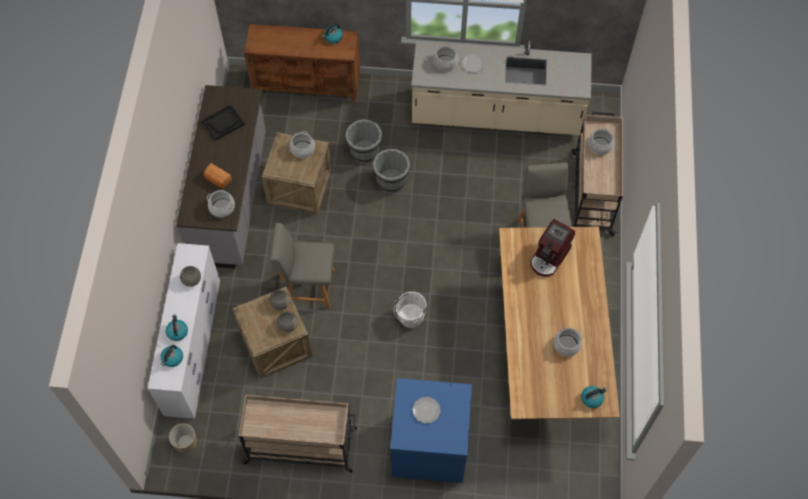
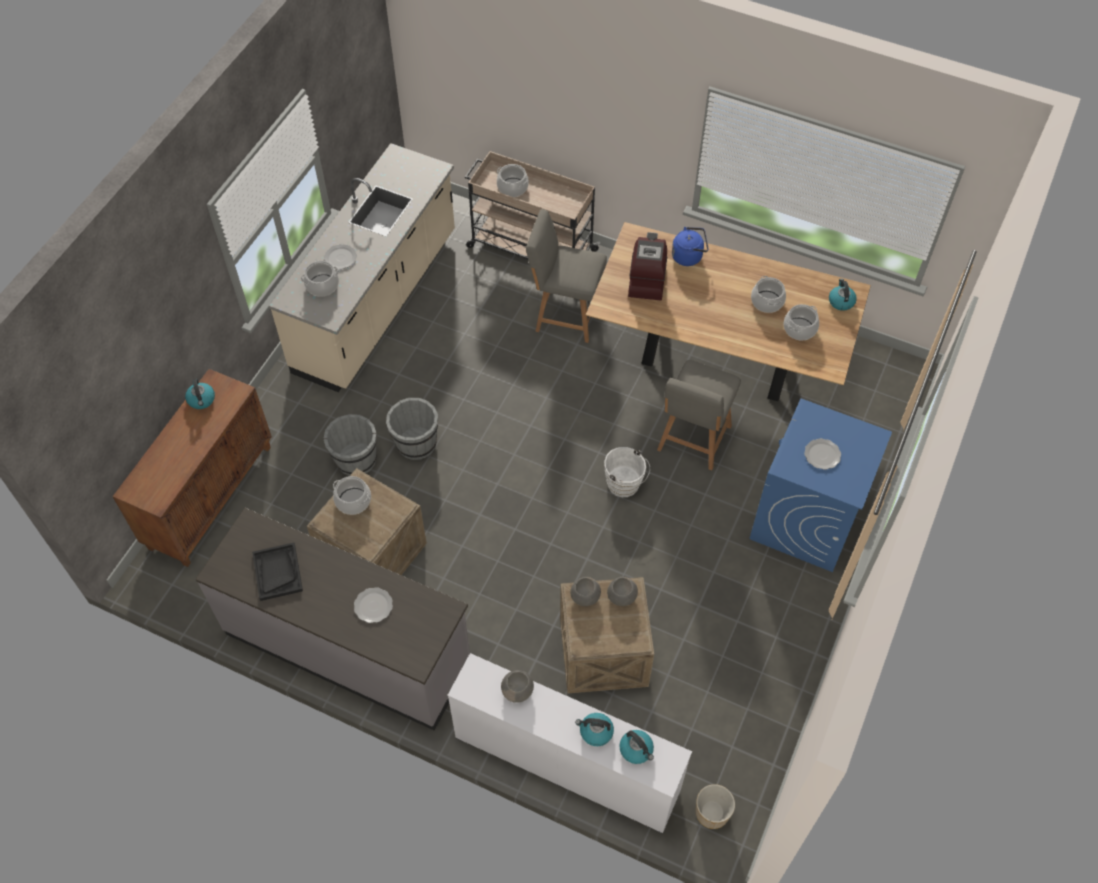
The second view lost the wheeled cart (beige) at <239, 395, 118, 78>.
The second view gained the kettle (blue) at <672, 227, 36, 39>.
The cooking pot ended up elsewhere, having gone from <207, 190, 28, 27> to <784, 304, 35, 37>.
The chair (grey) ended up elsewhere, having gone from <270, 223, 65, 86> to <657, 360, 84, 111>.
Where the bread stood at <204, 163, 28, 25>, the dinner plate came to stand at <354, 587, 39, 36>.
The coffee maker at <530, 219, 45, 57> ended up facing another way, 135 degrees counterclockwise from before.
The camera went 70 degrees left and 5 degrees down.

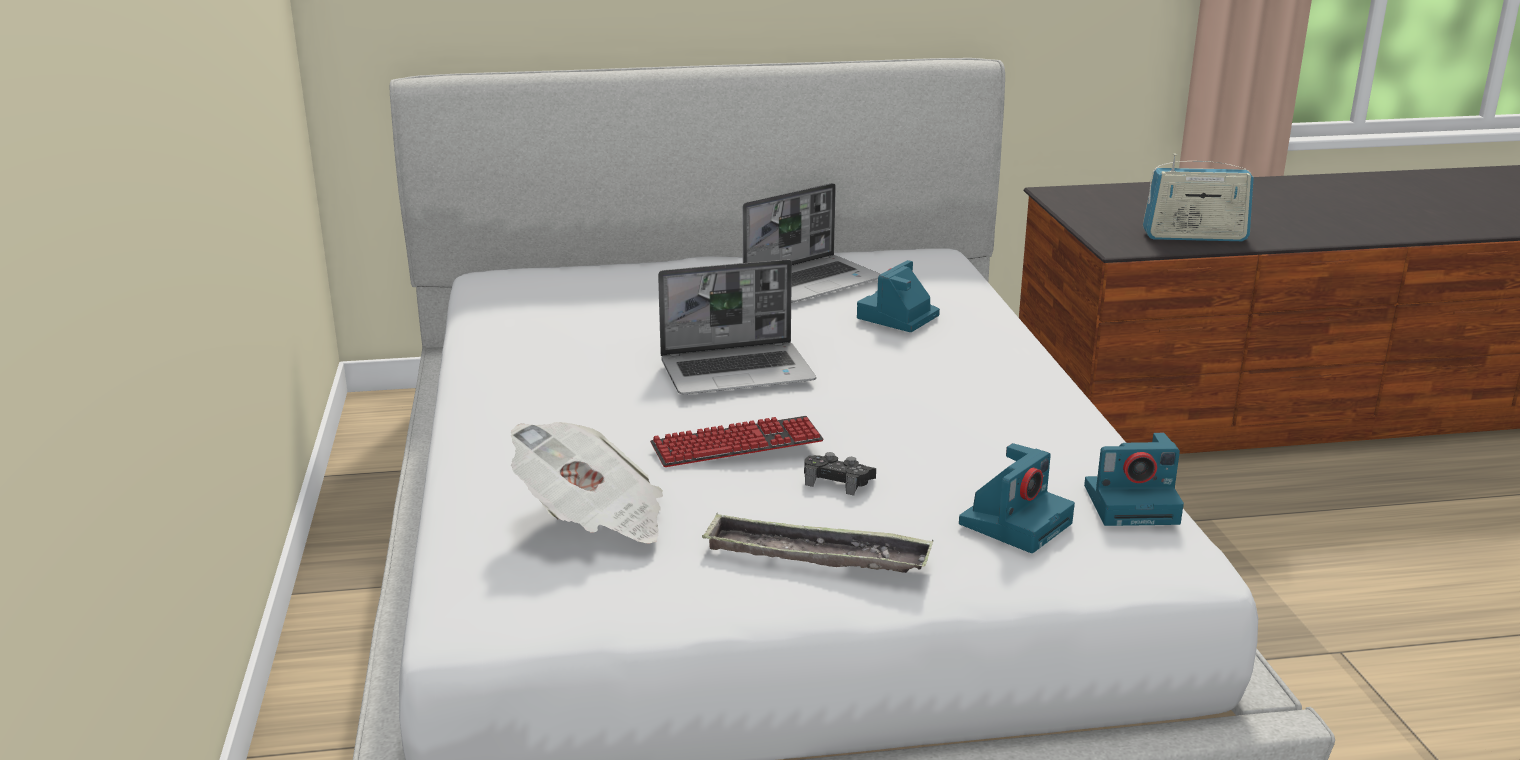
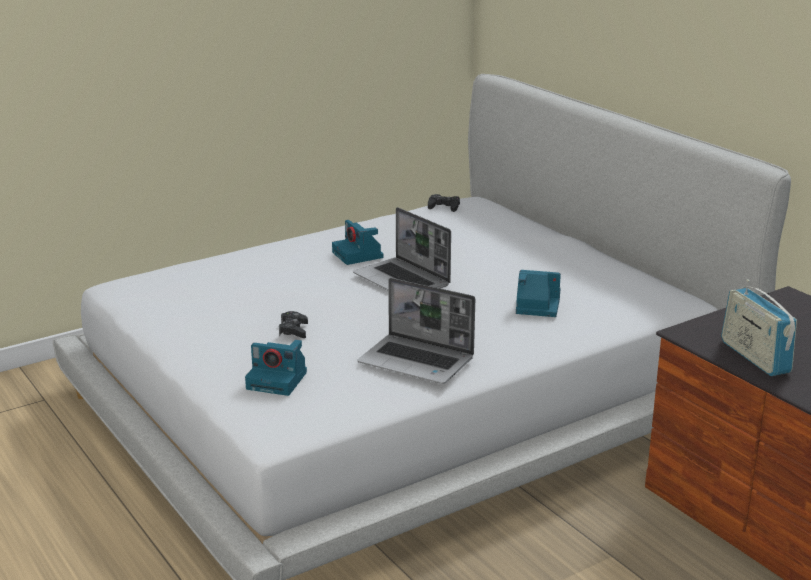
The second view lost the daily paper at <511, 422, 152, 121>.
The second view lost the computer keyboard at <650, 416, 174, 51>.
The second view lost the tray at <702, 513, 231, 60>.
The second view gained the gamepad (black) at <428, 194, 32, 18>.
The portable computer ended up elsewhere, having gone from <743, 183, 137, 120> to <358, 278, 117, 106>.
The photo camera ended up elsewhere, having gone from <1084, 433, 100, 93> to <332, 220, 51, 45>.
The camera went 65 degrees right and 0 degrees up.

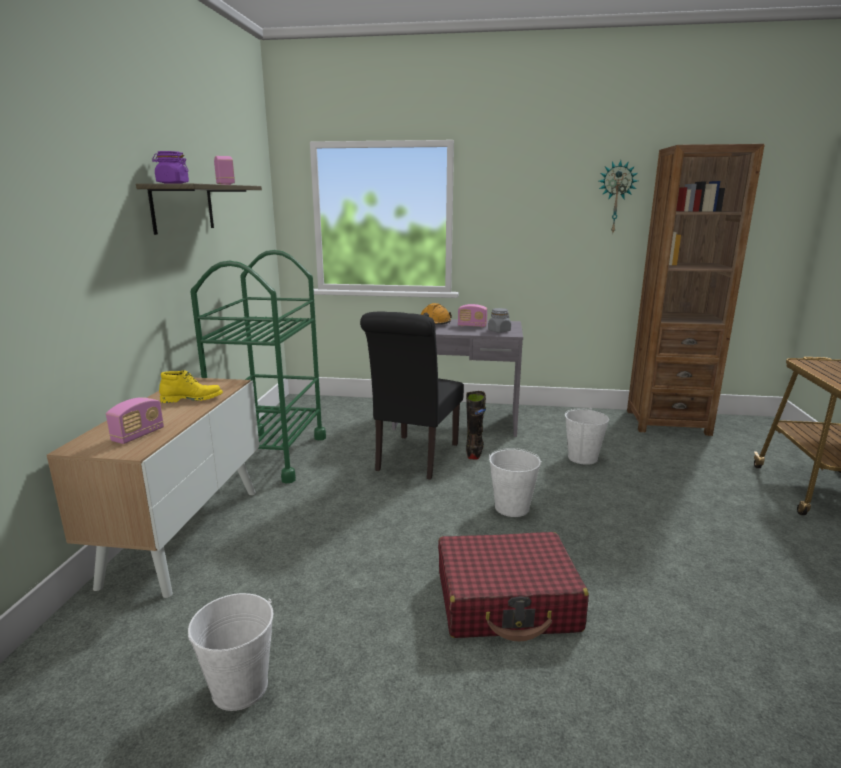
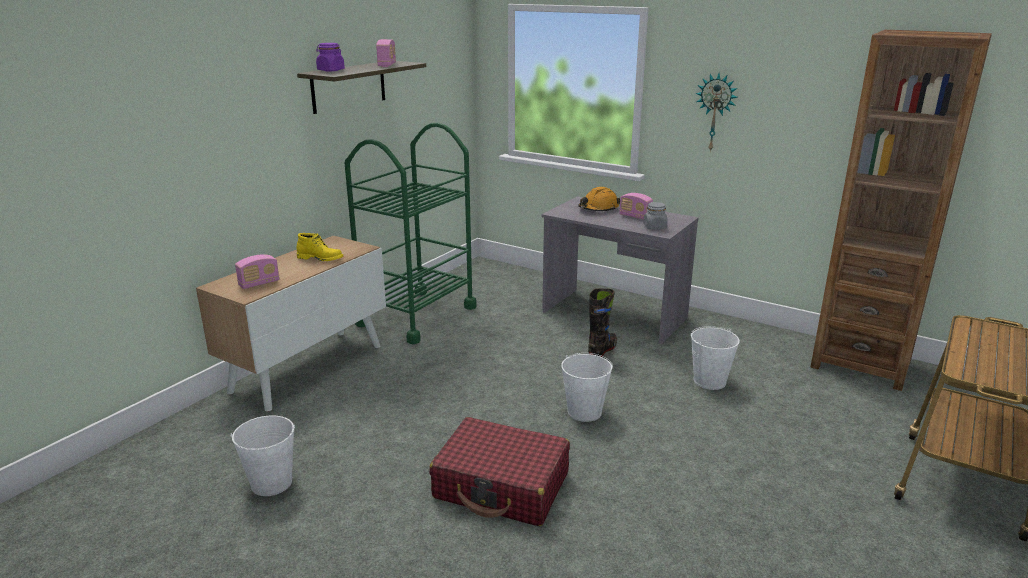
The second view lost the chair (black) at <360, 312, 104, 168>.
The clock on the wall ended up elsewhere, having gone from <599, 160, 39, 72> to <695, 73, 43, 79>.
The camera went 25 degrees right and 5 degrees up.

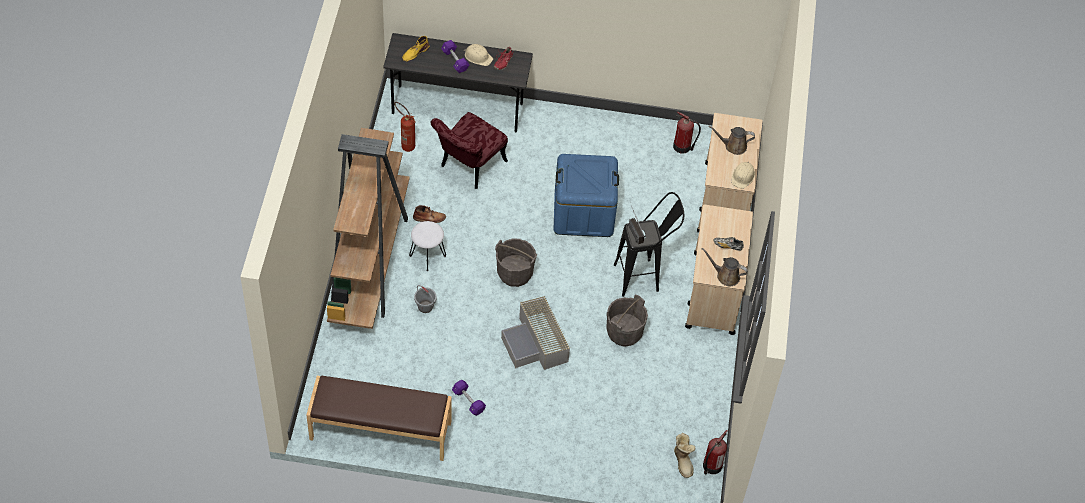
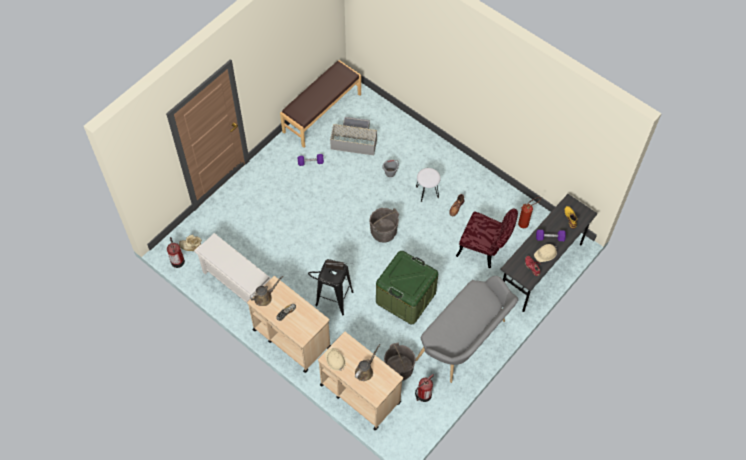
The second view lost the shelving unit (brown-coloured) at <327, 128, 83, 201>.
The second view gained the shoe rack (white) at <194, 233, 77, 70>.
The second view gained the long seat (grey) at <416, 276, 102, 107>.
The storage container (grey) ended up elsewhere, having gone from <501, 296, 70, 74> to <330, 117, 47, 38>.
The bucket (grey) ended up elsewhere, having gone from <606, 295, 42, 51> to <384, 343, 32, 38>.
What was the storage container (blue) at <554, 154, 65, 83> turned into the storage container (greenish) at <376, 251, 62, 73>.
The chair (red) at <430, 112, 78, 77> ended up facing another way, 135 degrees clockwise from before.
The camera went 125 degrees right and 5 degrees up.

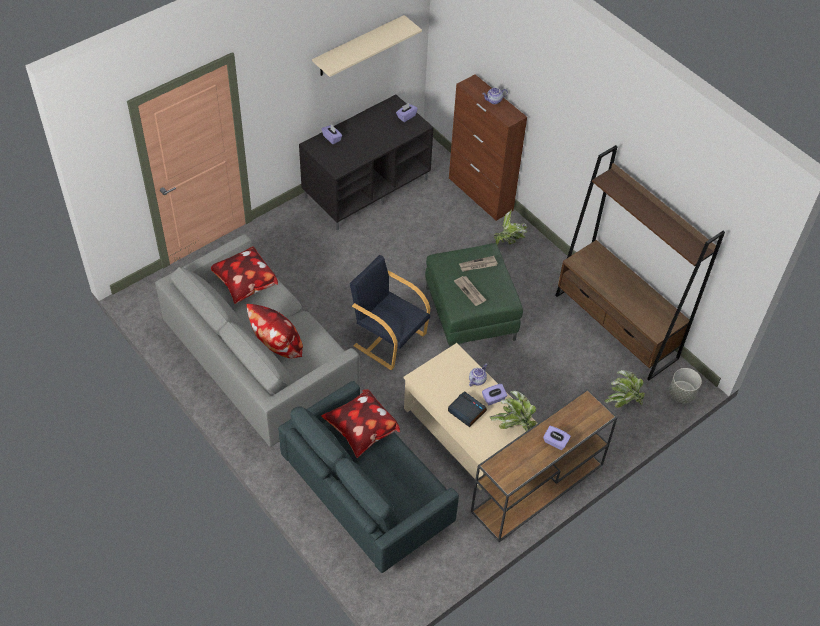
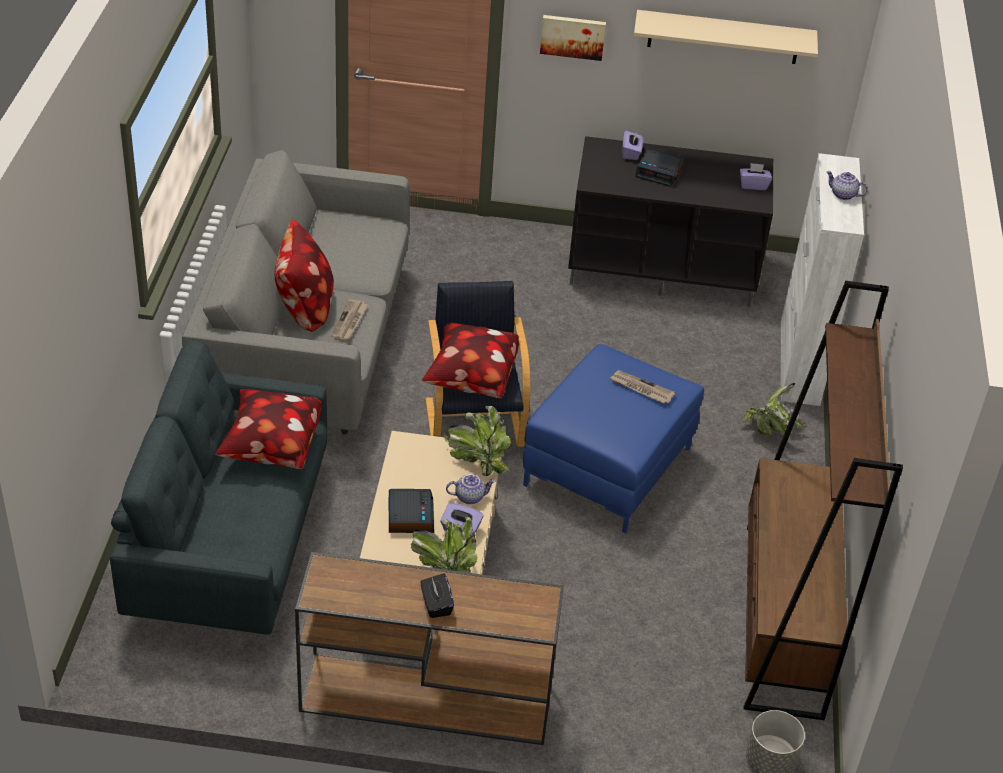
The second view gained the wall art at <540, 15, 66, 46>.
The second view gained the table clock at <635, 149, 49, 38>.
The pillow ended up elsewhere, having gone from <211, 247, 67, 57> to <422, 323, 97, 75>.
The daily paper ended up elsewhere, having gone from <454, 276, 32, 30> to <331, 299, 37, 42>.
The plant in a pot ended up elsewhere, having gone from <604, 370, 41, 38> to <444, 406, 67, 70>.
What was the pouffe (greenish) at <425, 243, 98, 104> turned into the pouffe (blue) at <523, 344, 181, 189>.
What was the cabinet (brown-coloured) at <449, 75, 78, 146> turned into the cabinet (white) at <781, 153, 83, 253>.
What was the tissue box (purple) at <543, 426, 28, 24> turned into the tissue box (black) at <420, 573, 34, 45>.
The camera went 45 degrees right and 10 degrees down.

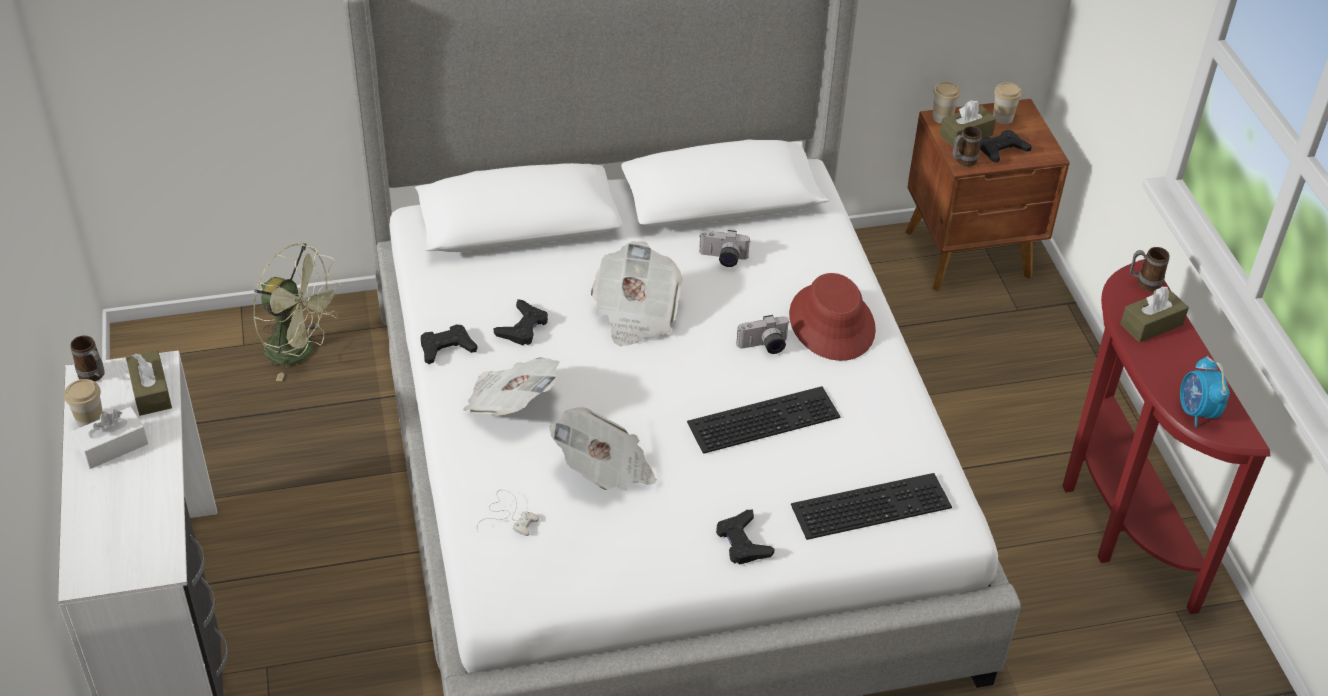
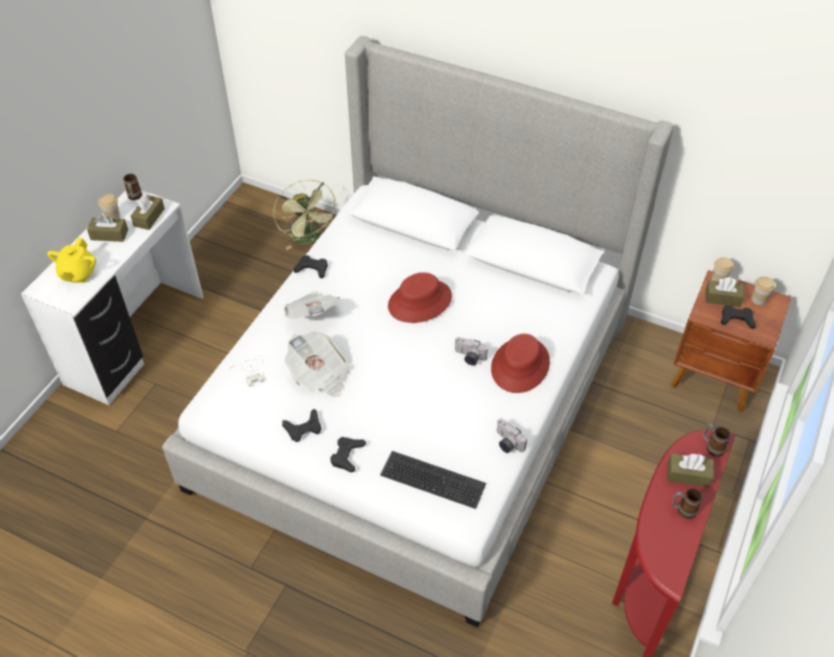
The second view lost the computer keyboard at <687, 386, 153, 68>.
The second view lost the table clock at <1180, 356, 50, 71>.
The second view gained the tea pot (yellow-coloured) at <47, 238, 49, 45>.
The gamepad (black) ended up elsewhere, having gone from <494, 299, 54, 46> to <282, 409, 40, 33>.
The photo camera ended up elsewhere, having gone from <699, 230, 51, 37> to <497, 418, 30, 35>.
The mug ended up elsewhere, having gone from <952, 126, 30, 41> to <672, 488, 31, 31>.
Where the daily paper stood at <591, 241, 92, 105>, the clothing hat (red) came to stand at <388, 272, 64, 51>.
What was the tissue box (white) at <72, 407, 76, 62> turned into the tissue box (brown-coloured) at <87, 215, 41, 27>.
The camera went 40 degrees right and 5 degrees up.

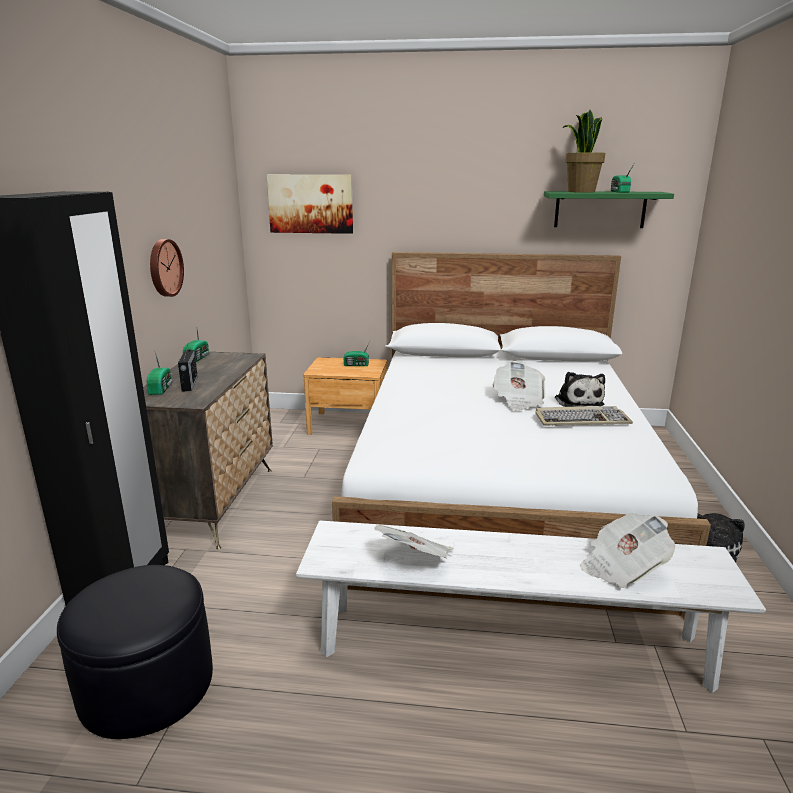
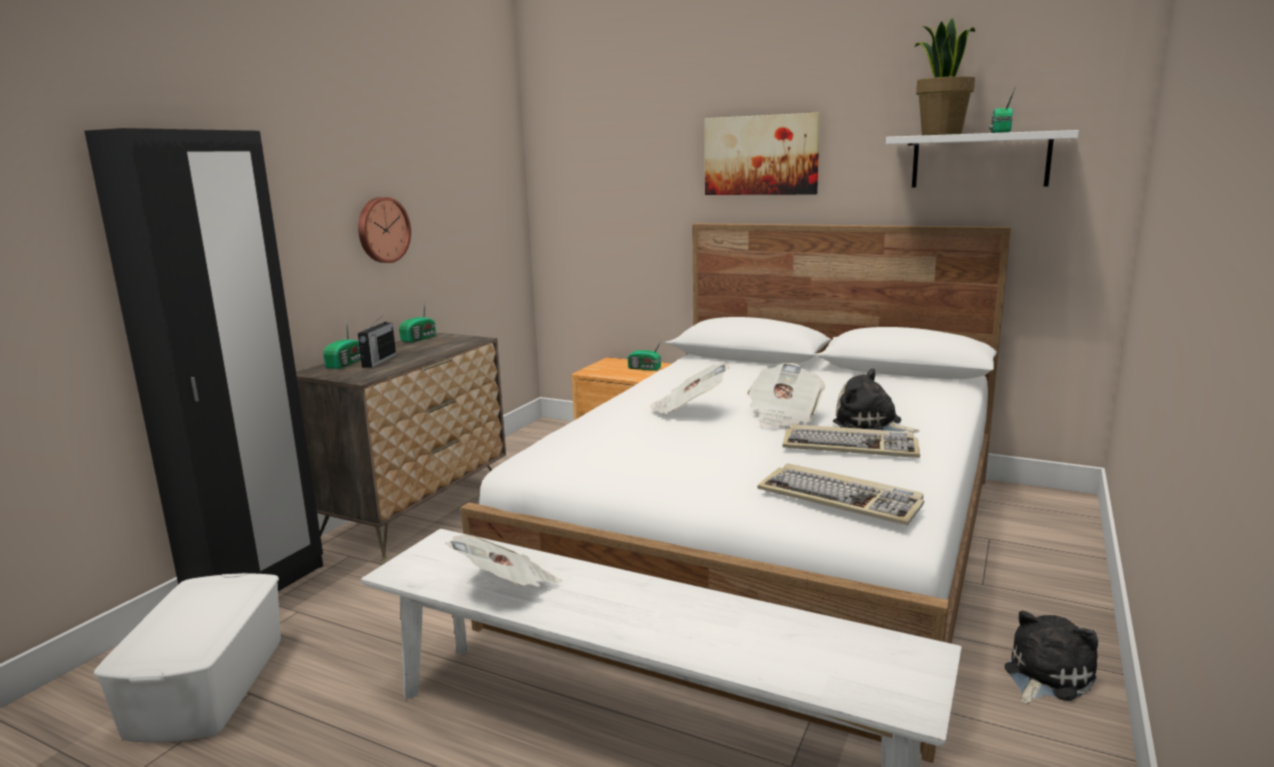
The second view gained the computer keyboard at <757, 463, 167, 62>.
The wall art ended up elsewhere, having gone from <266, 175, 87, 59> to <705, 113, 115, 82>.
The daily paper ended up elsewhere, having gone from <580, 513, 95, 75> to <650, 364, 79, 51>.
Where the pouffe (black) stood at <57, 565, 156, 174>, the storage container (white) came to stand at <94, 573, 187, 170>.
What was the shelf (greenish) at <544, 191, 130, 37> turned into the shelf (white) at <886, 130, 193, 57>.
The soft toy at <555, 372, 50, 35> ended up facing another way, 120 degrees clockwise from before.
The camera went 20 degrees right and 5 degrees down.

